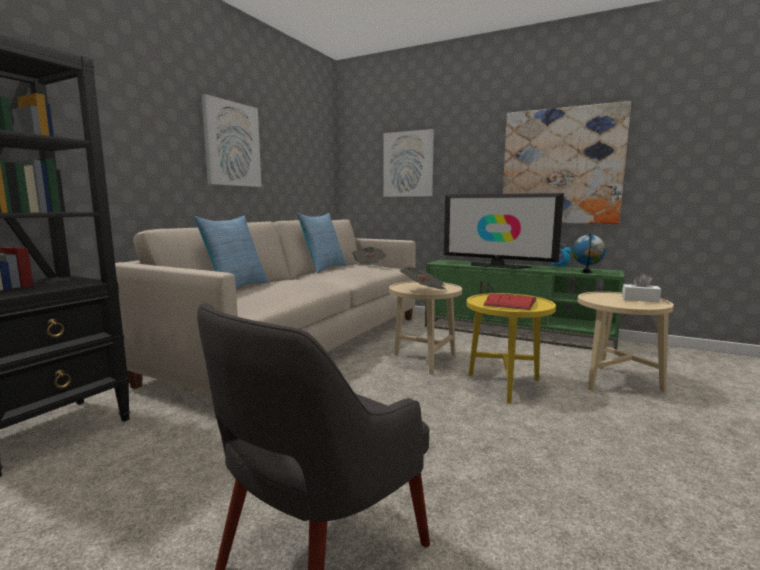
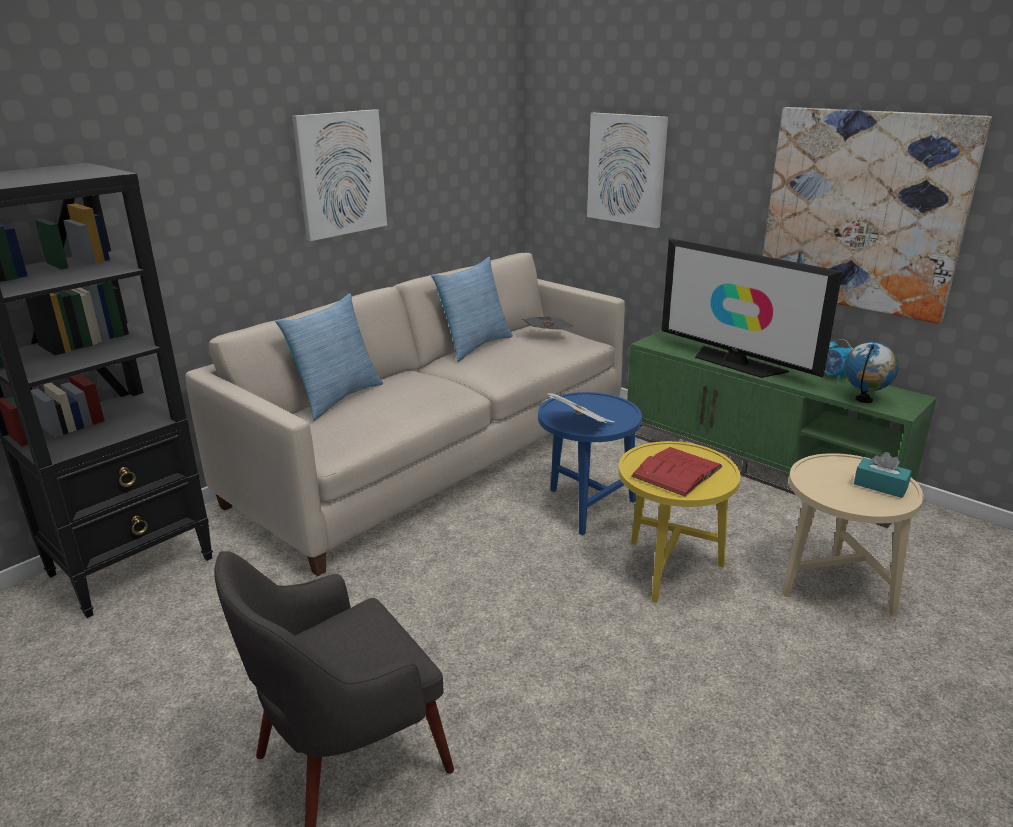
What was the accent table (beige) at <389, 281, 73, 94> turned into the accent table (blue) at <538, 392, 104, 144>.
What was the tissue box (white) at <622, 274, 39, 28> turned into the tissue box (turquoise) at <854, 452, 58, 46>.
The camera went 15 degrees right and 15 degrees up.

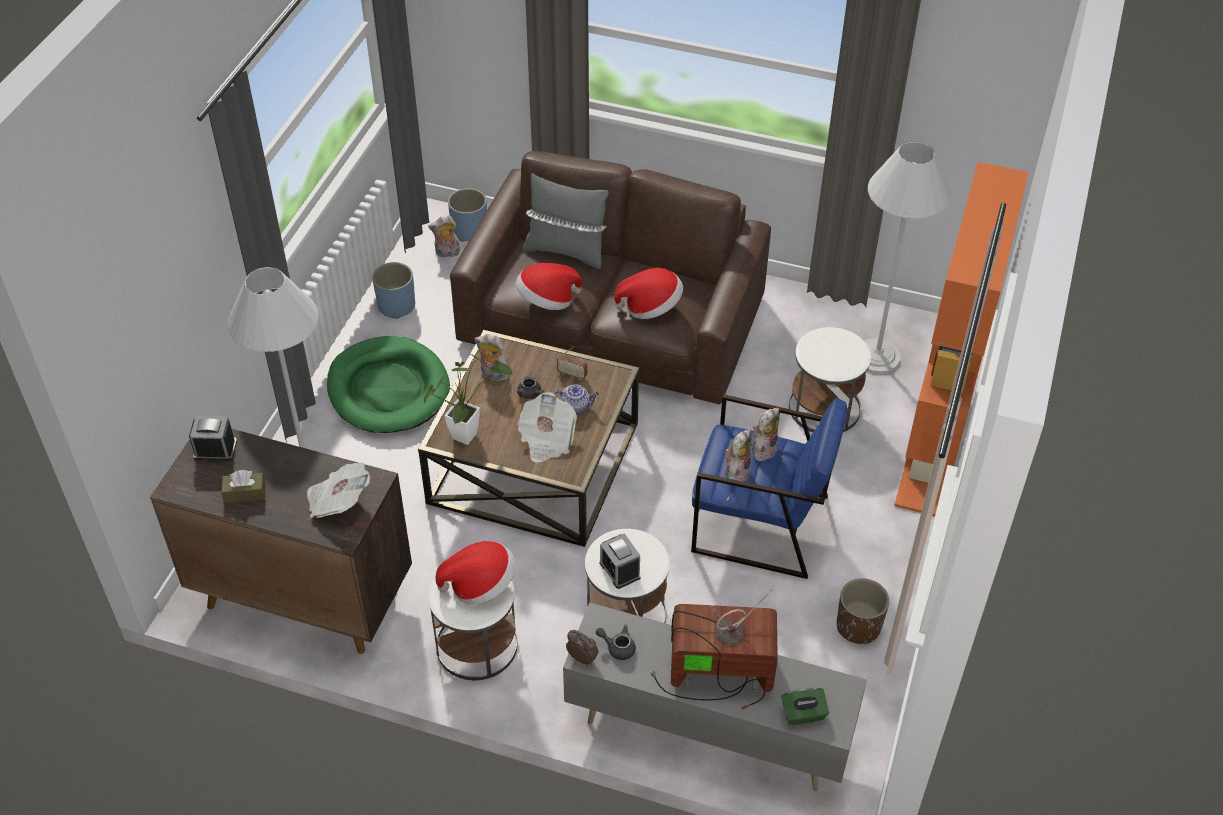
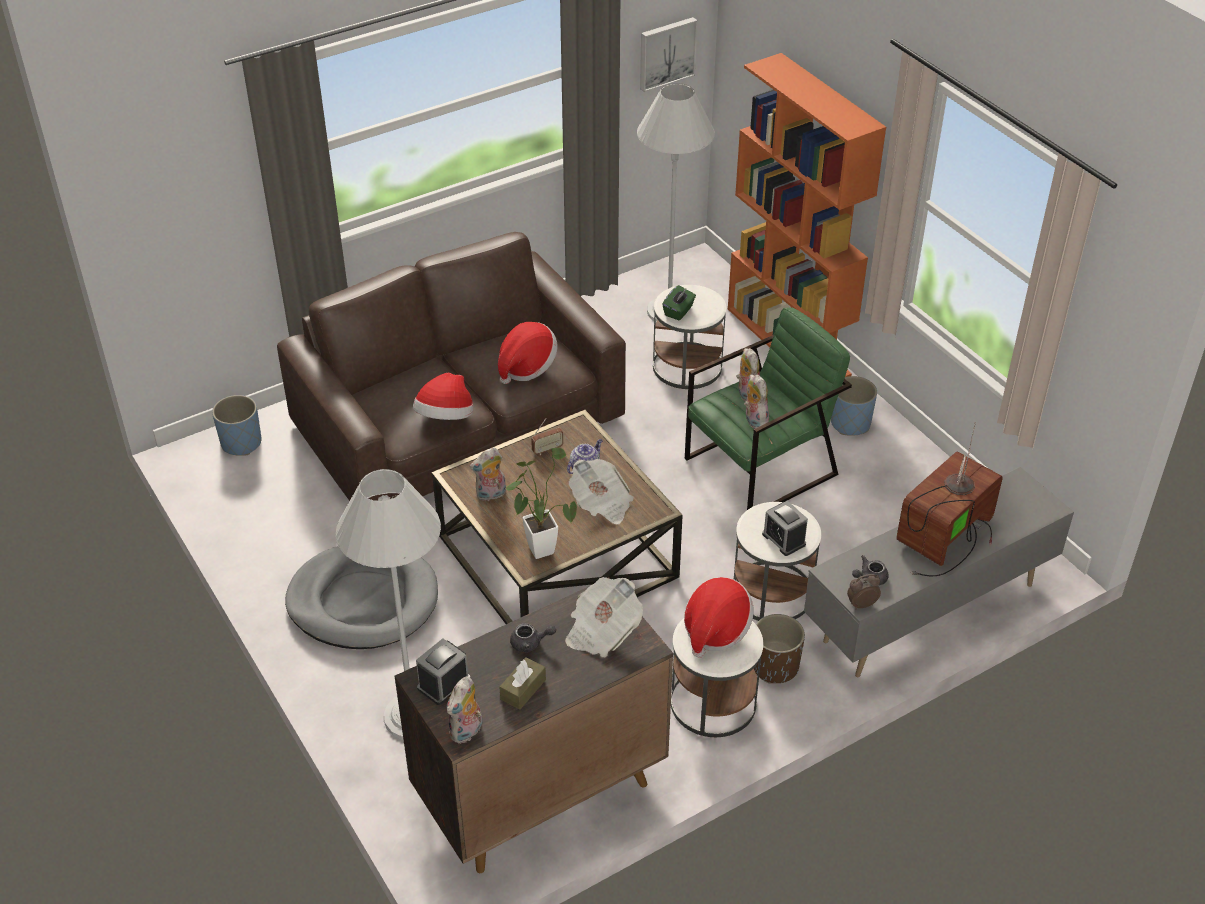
The second view lost the pillow (grey) at <523, 173, 86, 96>.
The second view gained the wall art at <640, 17, 58, 75>.
The flower pot (blue) ended up elsewhere, having gone from <372, 262, 43, 57> to <831, 376, 46, 60>.
The soft toy ended up elsewhere, having gone from <428, 215, 32, 43> to <446, 676, 36, 68>.
The tea pot (grey) ended up elsewhere, having gone from <517, 377, 27, 22> to <510, 623, 46, 30>.
The tissue box (greenish) ended up elsewhere, having gone from <781, 688, 48, 37> to <662, 285, 34, 35>.
The flower pot (brown-coloured) ended up elsewhere, having gone from <837, 578, 52, 67> to <754, 614, 51, 70>.
What was the dog cushion (greenish) at <327, 336, 123, 97> turned into the dog cushion (grey) at <285, 546, 153, 103>.
What was the armchair (blue) at <691, 394, 156, 185> turned into the armchair (greenish) at <685, 307, 167, 203>.
The table clock at <600, 533, 41, 56> ended up facing another way, 45 degrees clockwise from before.
The camera went 50 degrees left and 5 degrees down.

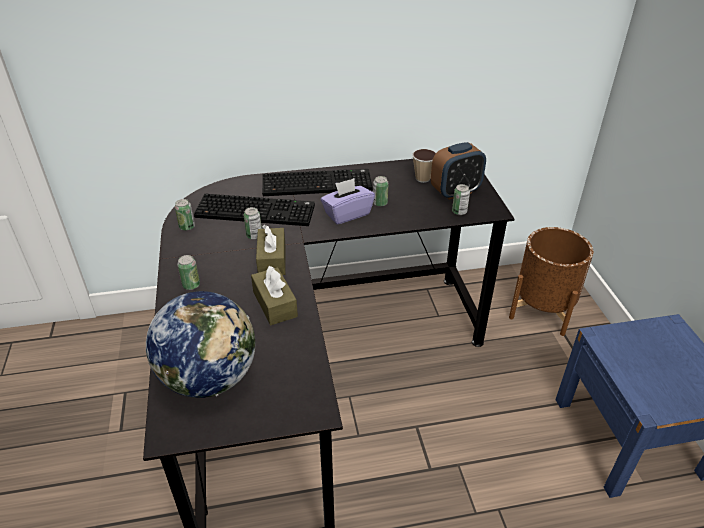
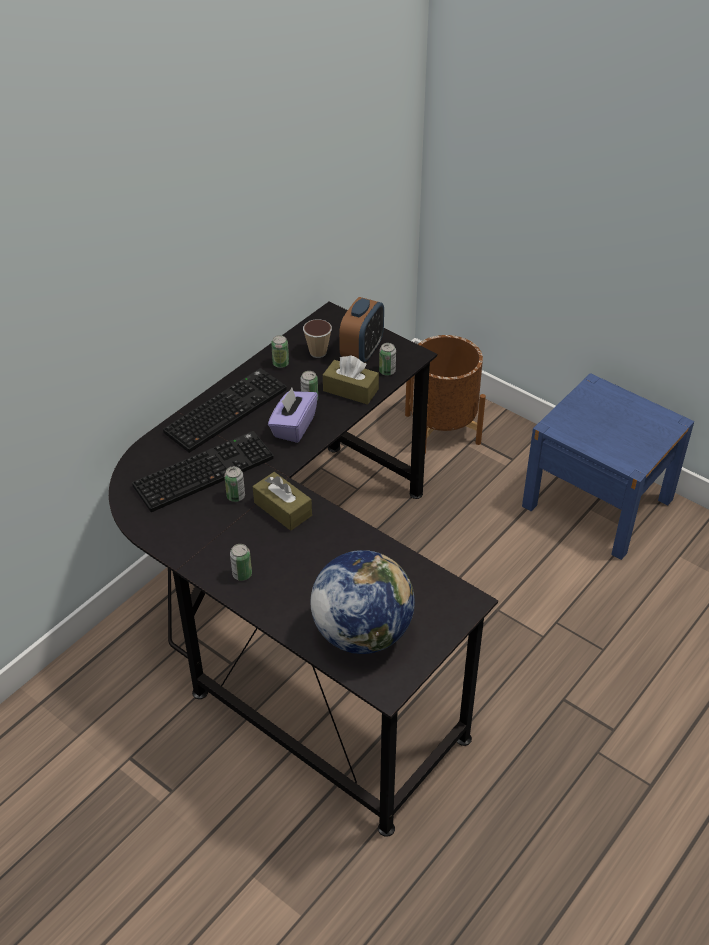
The can ended up elsewhere, having gone from <175, 199, 20, 32> to <271, 335, 18, 33>.
The tissue box (brown-coloured) ended up elsewhere, having gone from <251, 266, 47, 59> to <323, 356, 56, 49>.
The camera went 40 degrees left and 5 degrees up.

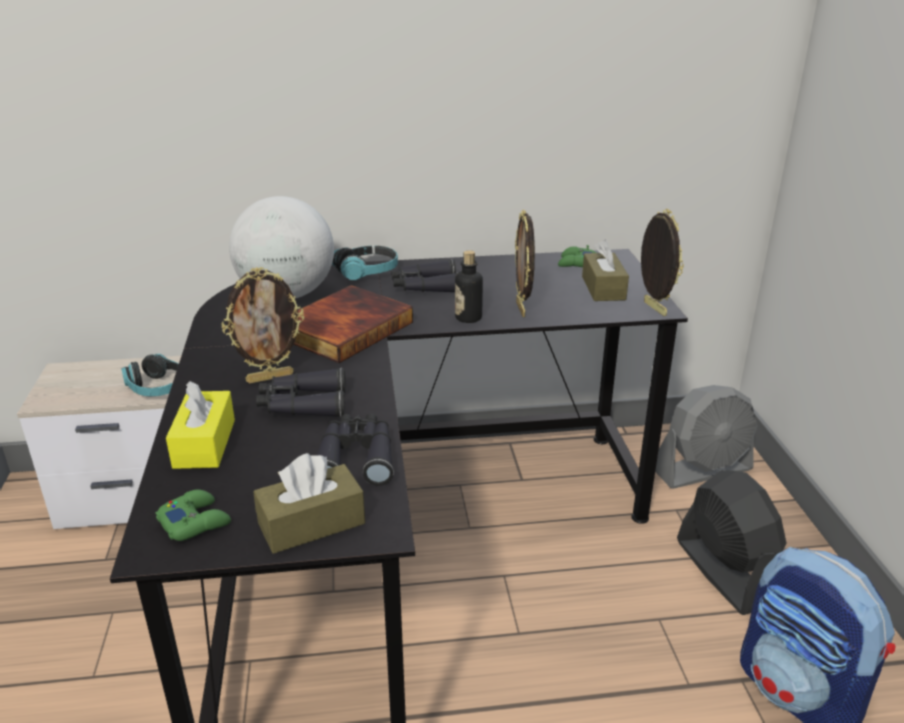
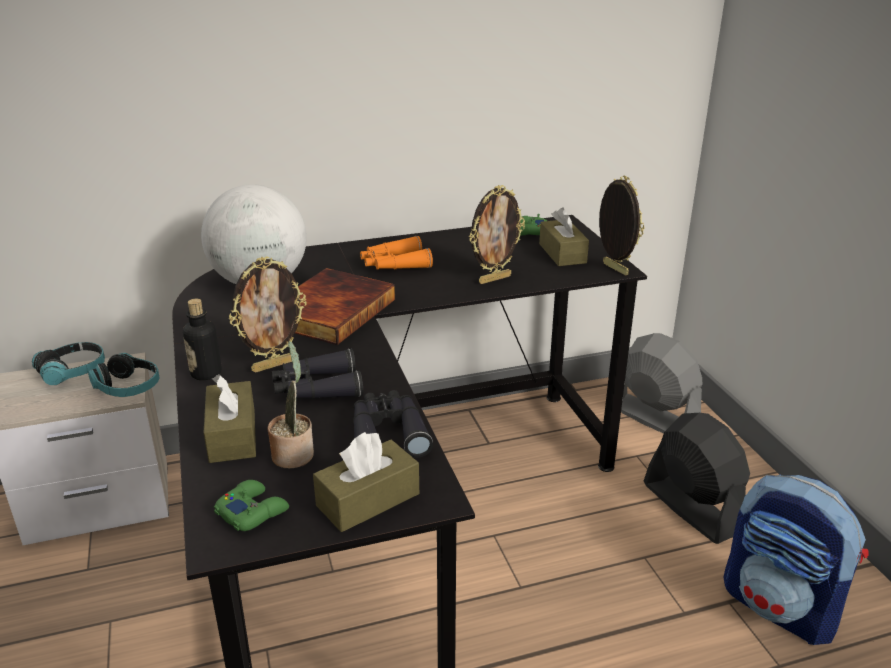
The second view gained the plant in a pot at <268, 341, 46, 127>.
The headphones ended up elsewhere, having gone from <332, 246, 66, 34> to <32, 342, 73, 43>.
The beverage bottle ended up elsewhere, having gone from <455, 250, 28, 73> to <183, 299, 39, 81>.
What was the tissue box (yellow-coloured) at <166, 381, 69, 88> turned into the tissue box (brown-coloured) at <203, 374, 53, 89>.
What was the field glasses (black) at <391, 259, 67, 33> turned into the field glasses (orange-coloured) at <360, 236, 73, 34>.
The standing frame at <515, 210, 20, 107> ended up facing another way, 105 degrees counterclockwise from before.
The cooling fan (grey) at <655, 385, 102, 104> ended up facing another way, 105 degrees counterclockwise from before.
The camera went 10 degrees left and 0 degrees up.

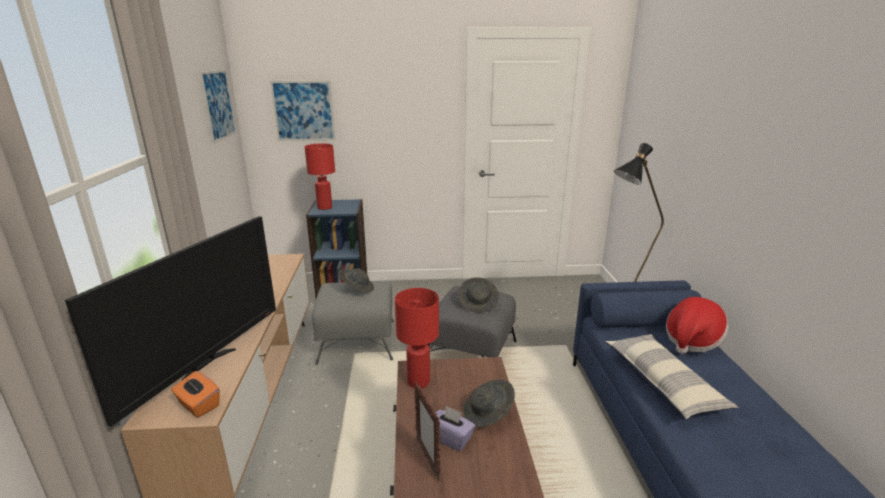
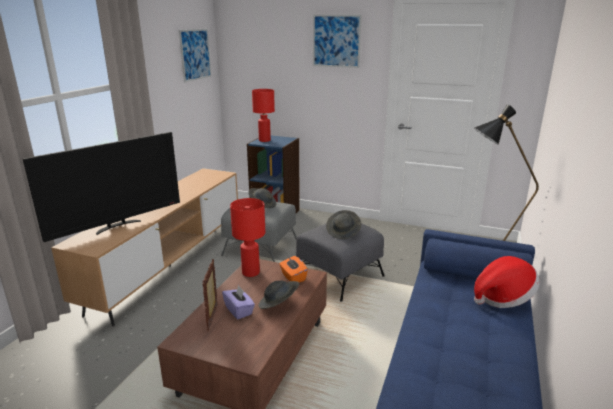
The second view lost the pillow at <605, 334, 133, 85>.
The tissue box (orange-coloured) ended up elsewhere, having gone from <171, 371, 49, 47> to <279, 256, 29, 26>.
The wall art ended up elsewhere, having gone from <270, 81, 65, 60> to <313, 15, 49, 53>.
The camera went 25 degrees right and 0 degrees up.

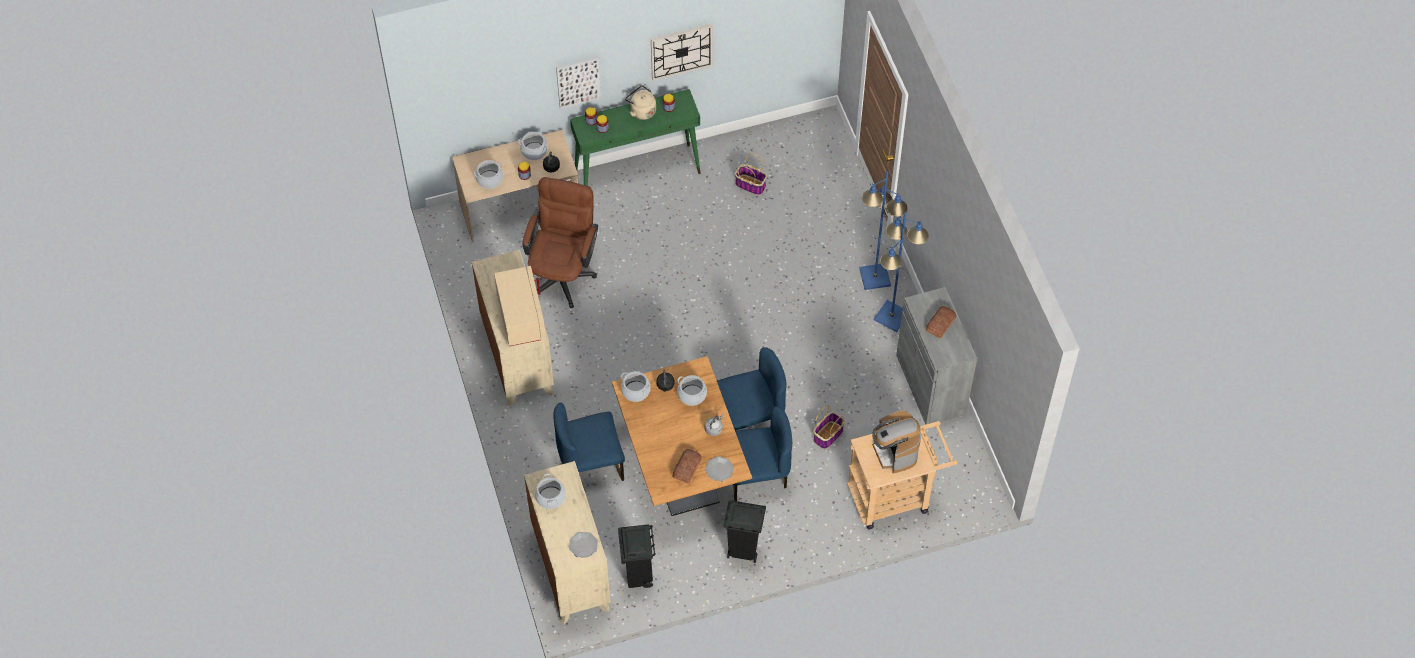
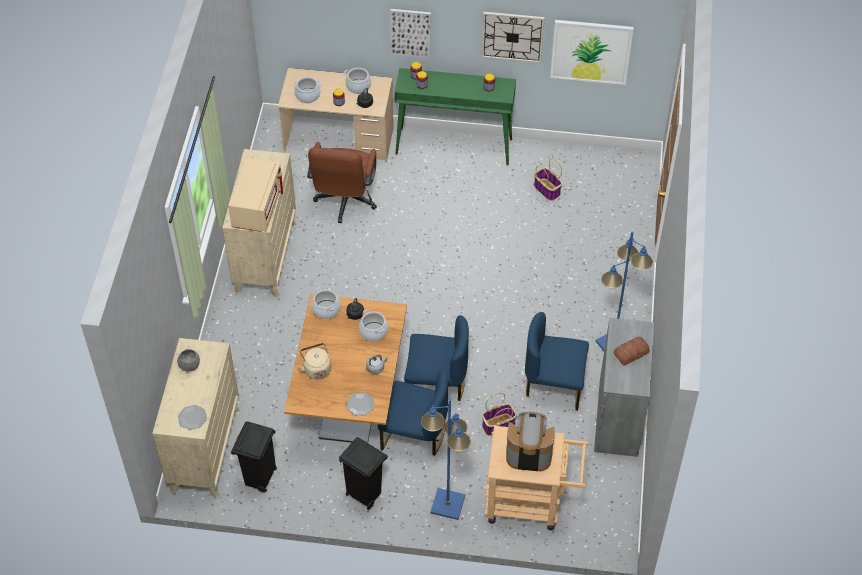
The second view lost the bread at <673, 449, 29, 35>.
The second view gained the wall art at <550, 20, 84, 65>.
The chair (blue) ended up elsewhere, having gone from <553, 403, 72, 78> to <525, 312, 64, 99>.
The kettle (beige) ended up elsewhere, having gone from <625, 85, 31, 35> to <298, 343, 33, 37>.
The standing lamp (blue) ended up elsewhere, having gone from <859, 171, 49, 119> to <421, 399, 50, 121>.
Where the cooking pot stood at <535, 474, 31, 35>, the deep dish (grey) came to stand at <177, 349, 23, 23>.
The office chair (brown-coloured) at <523, 177, 75, 131> ended up facing another way, 150 degrees clockwise from before.
The coffee maker at <872, 410, 49, 63> ended up facing another way, 90 degrees clockwise from before.
The camera went 25 degrees right and 5 degrees down.

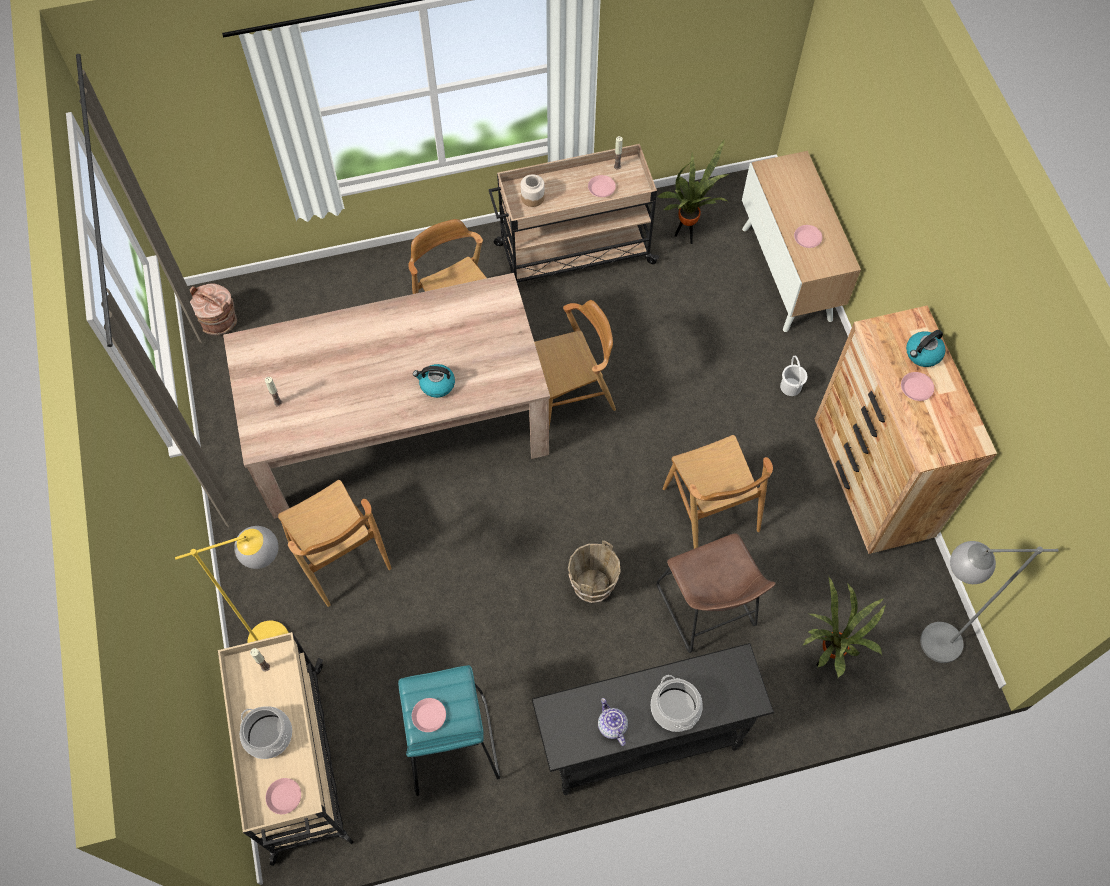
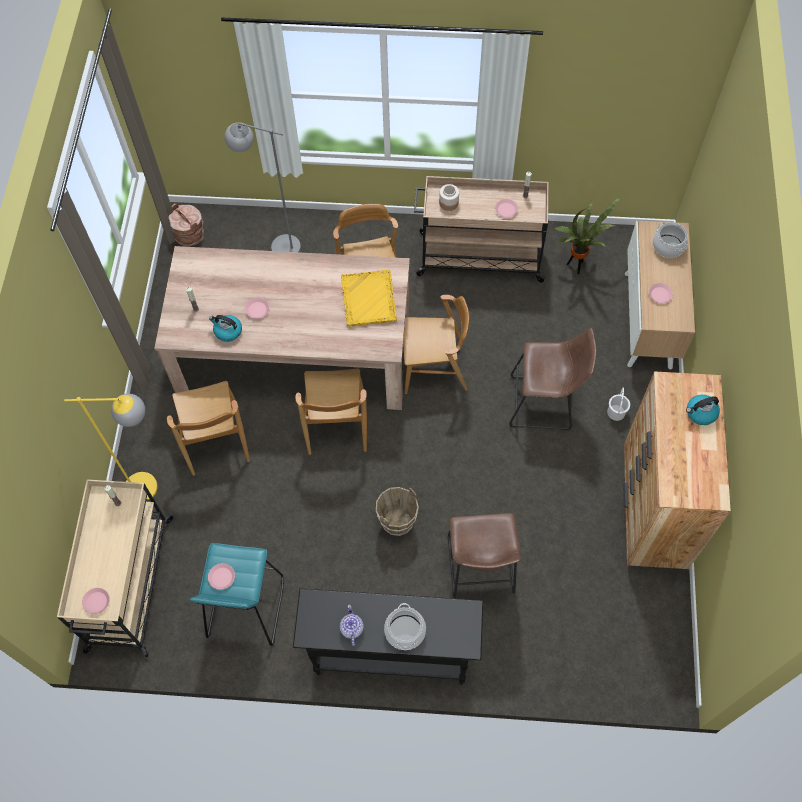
The second view lost the plant in a pot at <802, 575, 84, 103>.
The second view gained the tray (yellow-coloured) at <341, 269, 56, 58>.
The second view gained the sitting stool (brown-coloured) at <509, 328, 87, 102>.
The cooking pot ended up elsewhere, having gone from <240, 706, 52, 53> to <653, 222, 35, 36>.
The kettle ended up elsewhere, having gone from <413, 364, 42, 34> to <209, 315, 33, 27>.
The chair (brown-coloured) ended up elsewhere, having gone from <663, 435, 110, 114> to <295, 368, 72, 87>.
The dinner plate (pink-coloured) ended up elsewhere, having gone from <901, 372, 33, 29> to <245, 298, 24, 21>.
The standing lamp (grey) ended up elsewhere, having gone from <920, 541, 139, 122> to <224, 122, 77, 130>.
The camera went 20 degrees right and 0 degrees up.

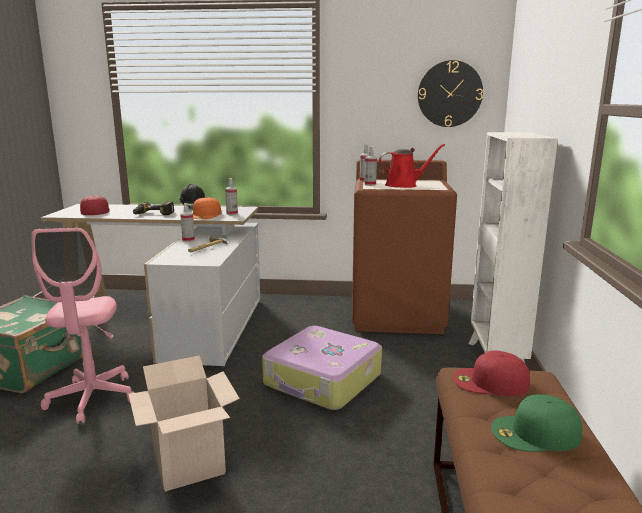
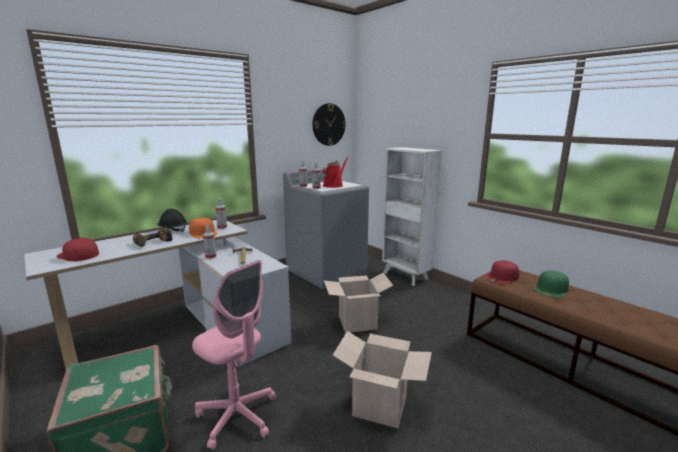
Where the piece of luggage stood at <262, 326, 120, 84>, the cardboard box came to stand at <324, 273, 69, 60>.
What was the washing machine (brown-coloured) at <352, 160, 105, 174> turned into the washing machine (grey) at <283, 168, 86, 121>.
The camera went 45 degrees left and 0 degrees up.

